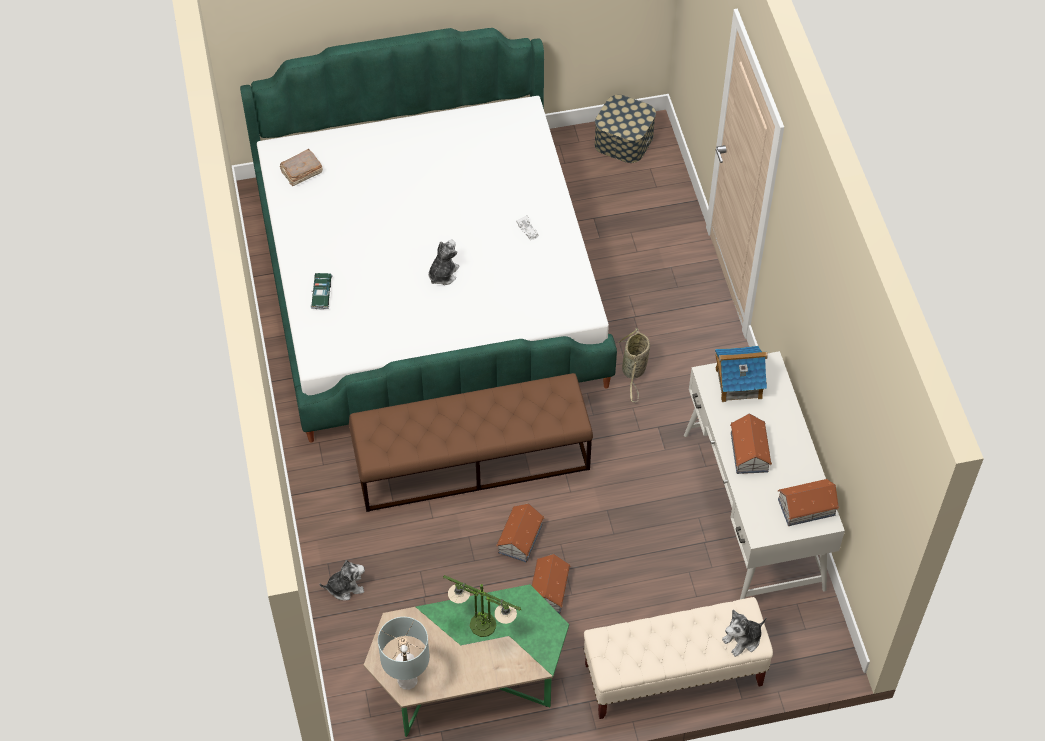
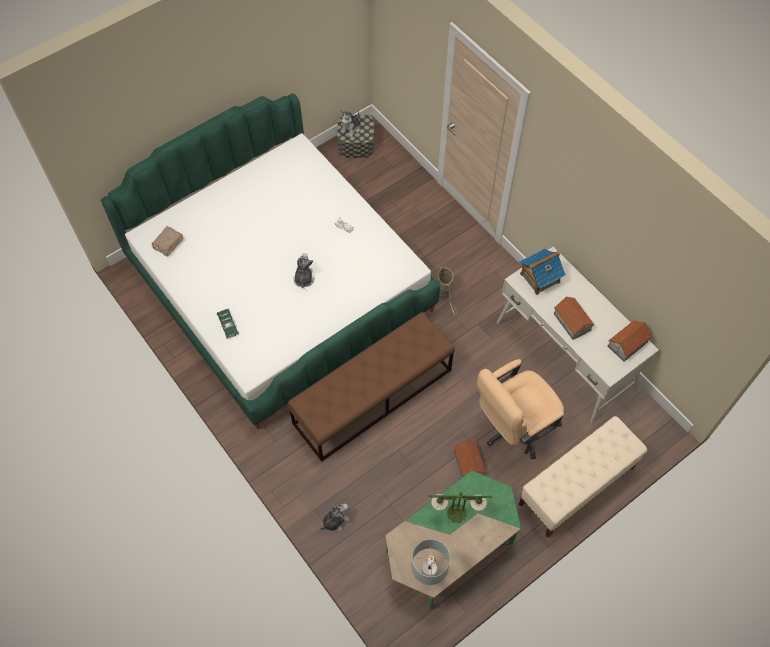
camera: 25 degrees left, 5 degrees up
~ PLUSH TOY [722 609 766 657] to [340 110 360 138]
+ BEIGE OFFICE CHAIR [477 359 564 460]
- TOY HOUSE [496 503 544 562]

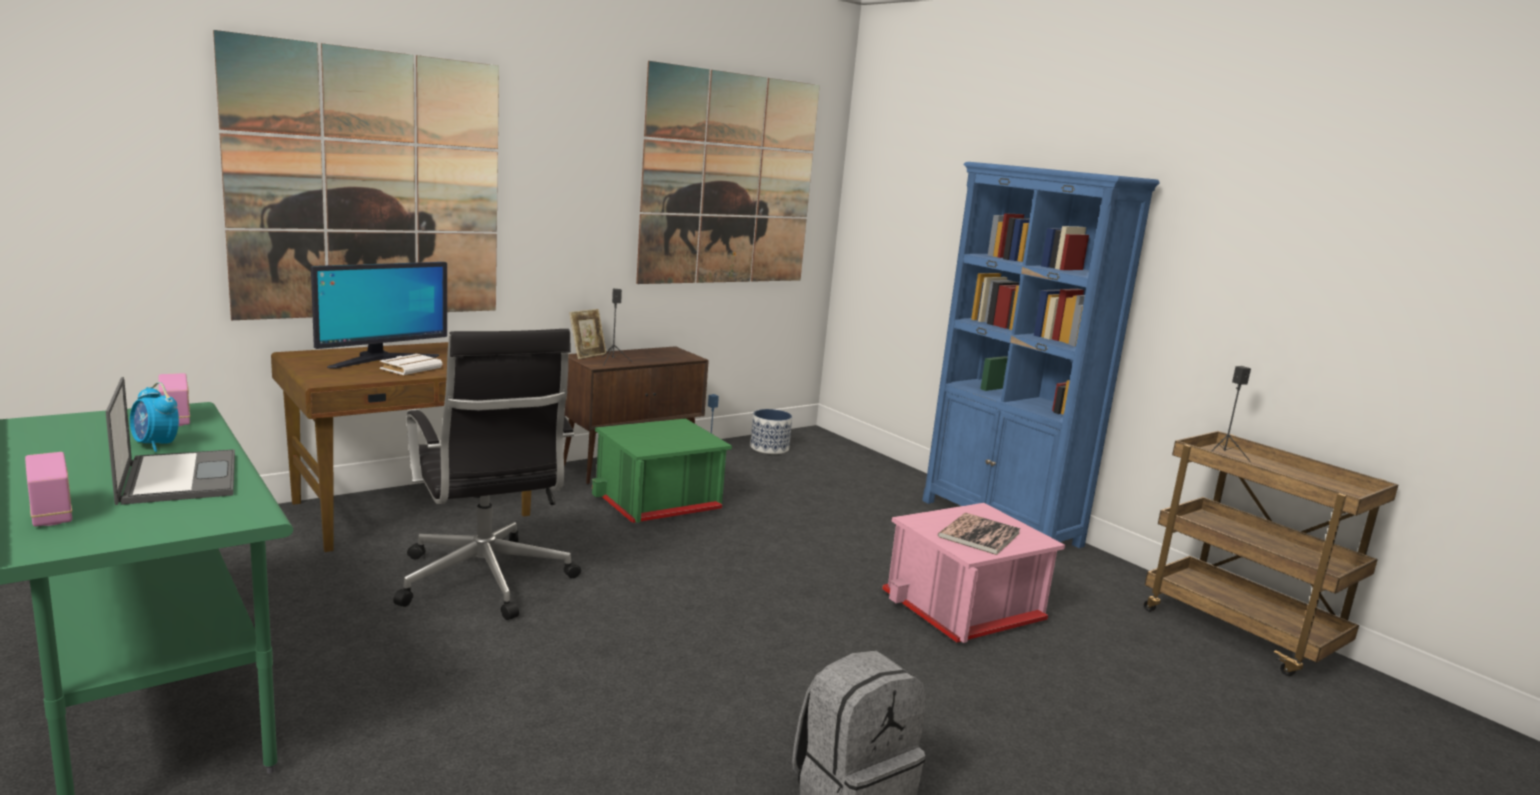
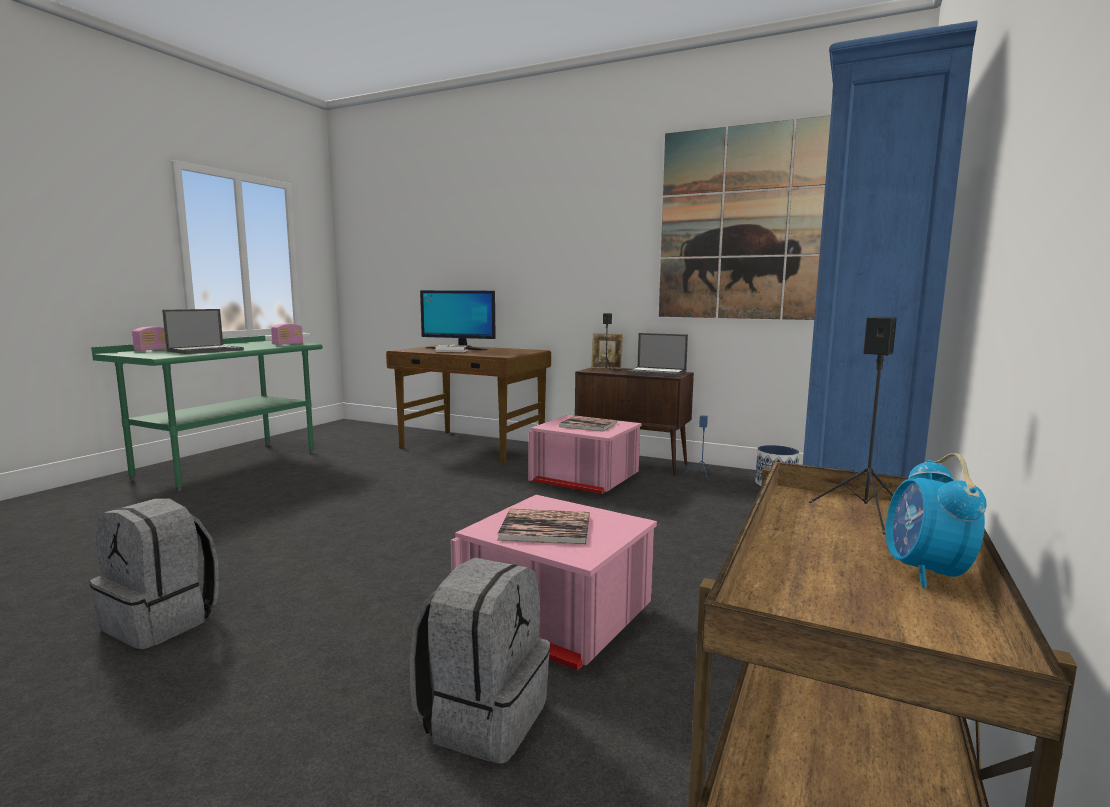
camera: 65 degrees right, 5 degrees down
+ GREY BACKPACK [410 558 550 764]
~ GREEN STORAGE BOX [591 418 732 523] to PINK STORAGE BOX [529 415 642 494]
+ BOOK [558 416 617 431]
+ LAPTOP [626 333 688 377]
~ ALARM CLOCK [130 382 179 452] to [885 453 986 588]
- PICTURE [213 30 499 320]
- BLACK OFFICE CHAIR [393 329 581 620]

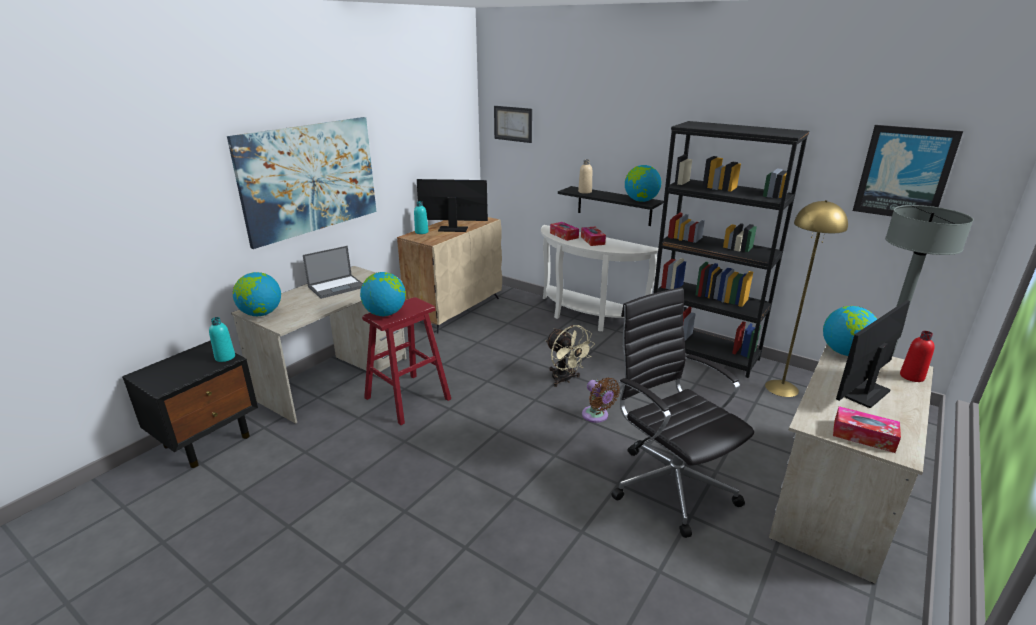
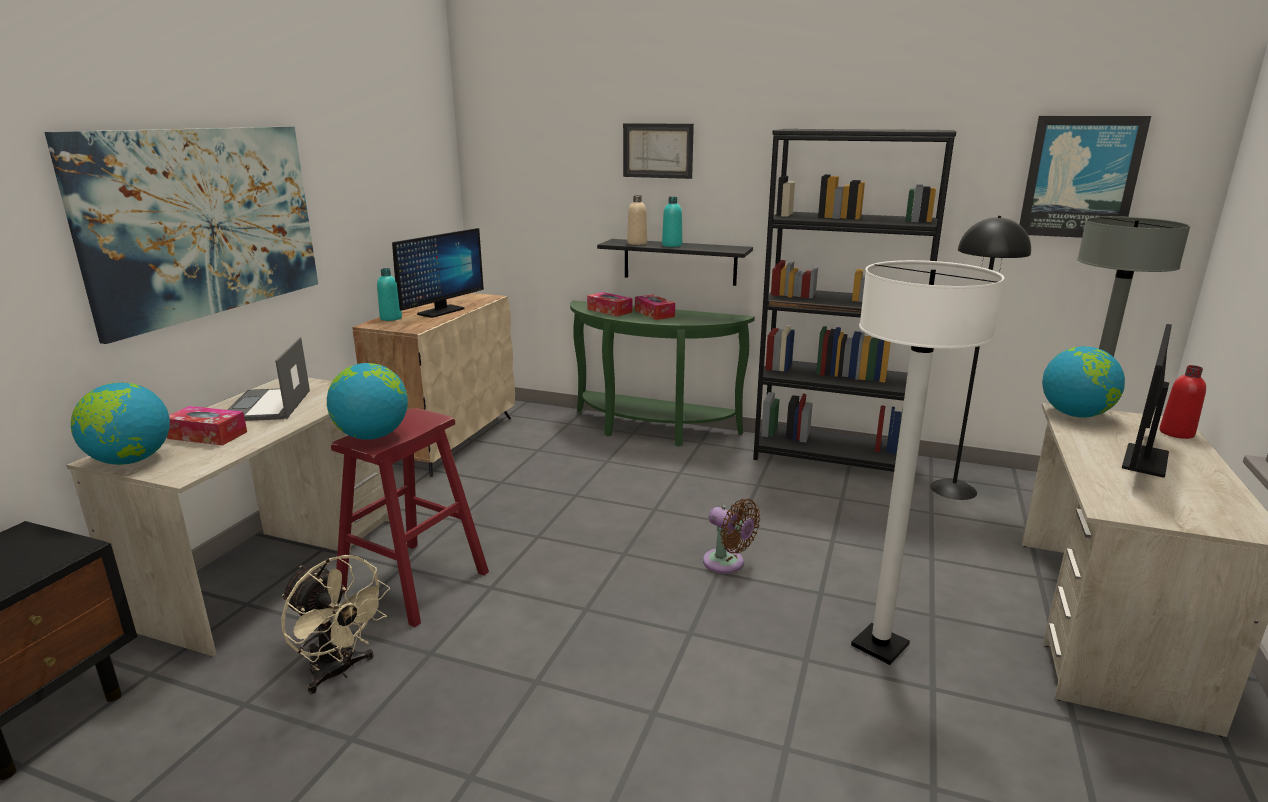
camera: 15 degrees left, 5 degrees down
~ TISSUE BOX [833 406 901 453] to [167 406 247 445]
~ LAPTOP [303 246 363 299] = [227 337 310 421] 135 degrees clockwise
~ BEIGE FAN [545 325 595 387] to [281 555 390 694]
~ MONITOR [417 179 488 232] = [392 228 484 318] 135 degrees clockwise
~ WHITE CONSOLE TABLE [541 225 658 332] to GREEN CONSOLE TABLE [570 301 755 446]
~ PICTURE [494 106 532 143] to [623 123 694 179]
~ TURQUOISE BOTTLE [209 317 235 362] to [662 197 682 247]
~ BLACK OFFICE CHAIR [611 287 754 538] to WHITE FLOOR LAMP [851 260 1005 665]
~ YELLOW FLOOR LAMP [765 200 848 397] to BLACK FLOOR LAMP [930 216 1031 500]
- GLOBE [625 165 662 202]

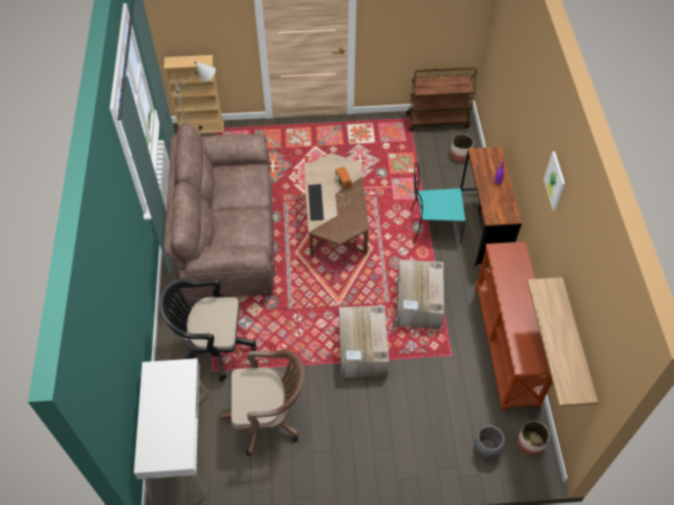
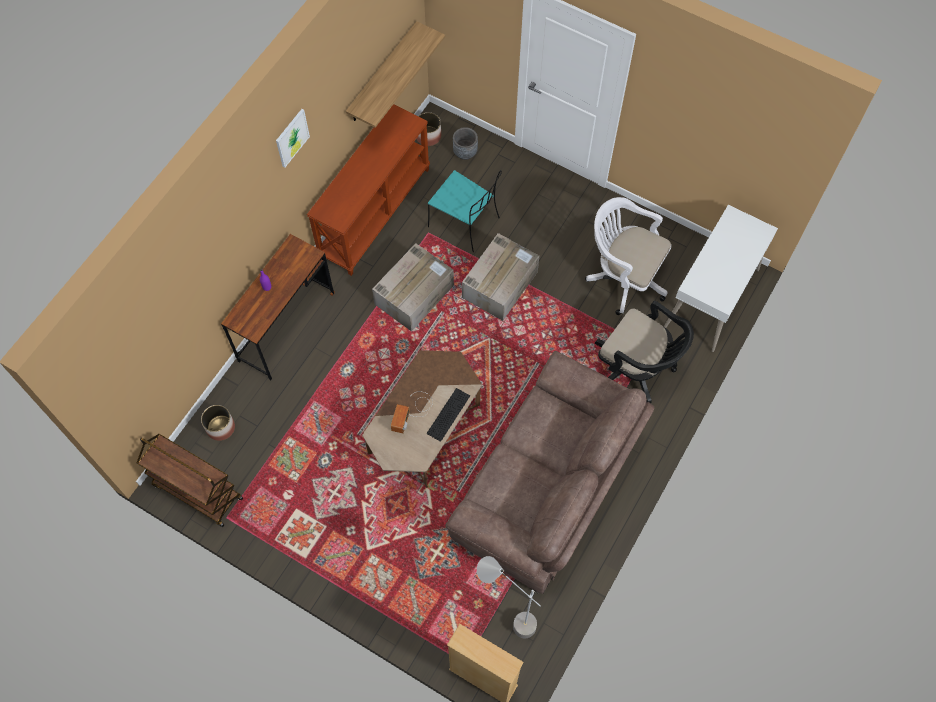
camera: 145 degrees left, 10 degrees up
~ TURQUOISE CHAIR [410 163 465 244] to [428 170 502 252]
~ BROWN OFFICE CHAIR [221 349 304 456] to WHITE OFFICE CHAIR [585 197 671 315]

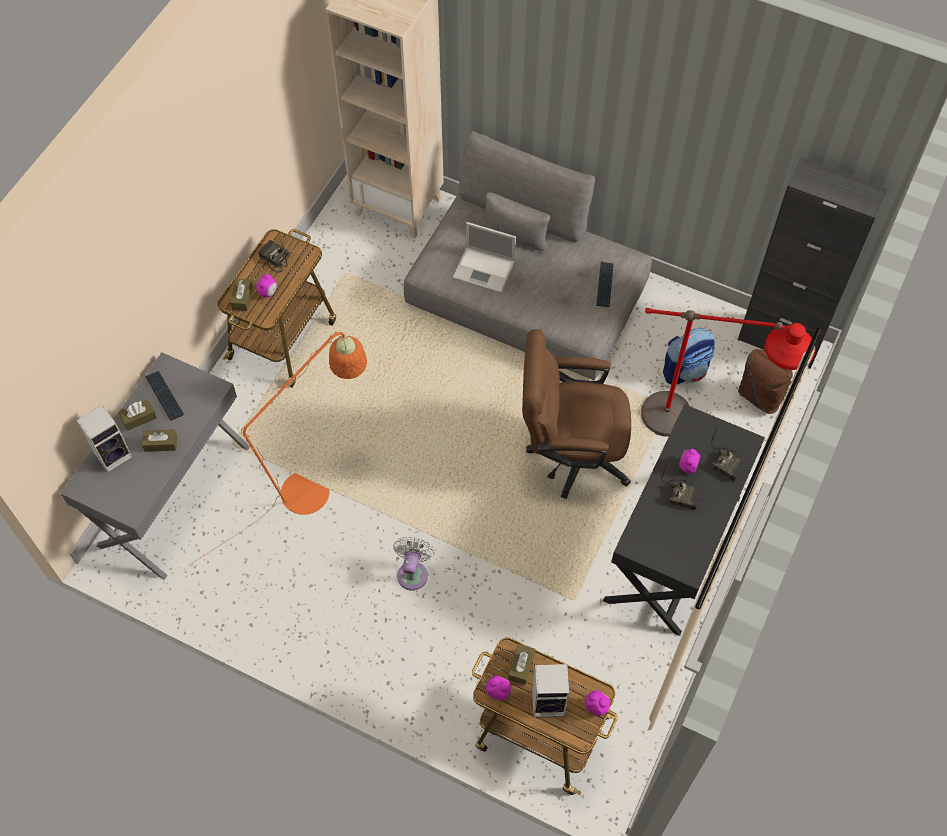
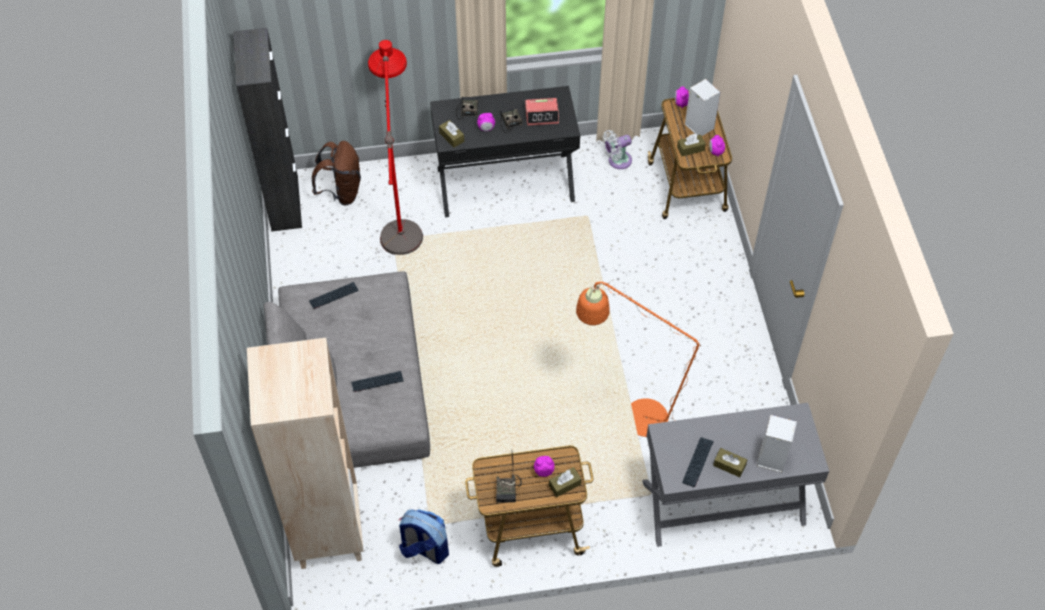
camera: 125 degrees left, 5 degrees down
~ LAPTOP [453 222 516 293] to KEYBOARD [351 371 404 392]
~ BACKPACK [663 328 715 385] to [399 509 449 564]
~ BROWN TISSUE BOX [142 430 177 452] to [439 120 464 147]
+ ALARM CLOCK [525 98 559 125]
~ WHITE FAN [393 537 435 591] to [603 130 632 169]
- BROWN OFFICE CHAIR [522 329 631 499]

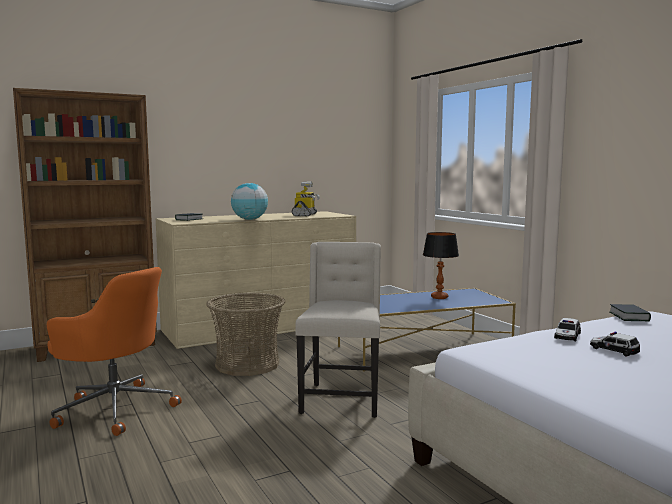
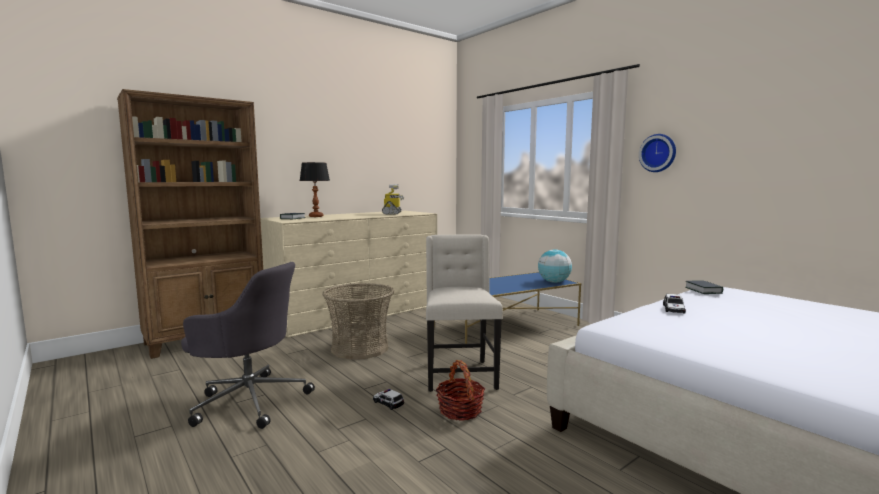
camera: 10 degrees left, 0 degrees up
~ ORANGE OFFICE CHAIR [47 267 182 436] to GREY OFFICE CHAIR [181 262 315 429]
~ TABLE LAMP [423 232 459 299] to [300 162 330 217]
~ TOY CAR [590 331 640 357] to [373 389 404 410]
+ BASKET [436 360 485 421]
~ GLOBE [231 183 268 220] to [538 249 572 283]
+ WALL CLOCK [639 134 676 172]

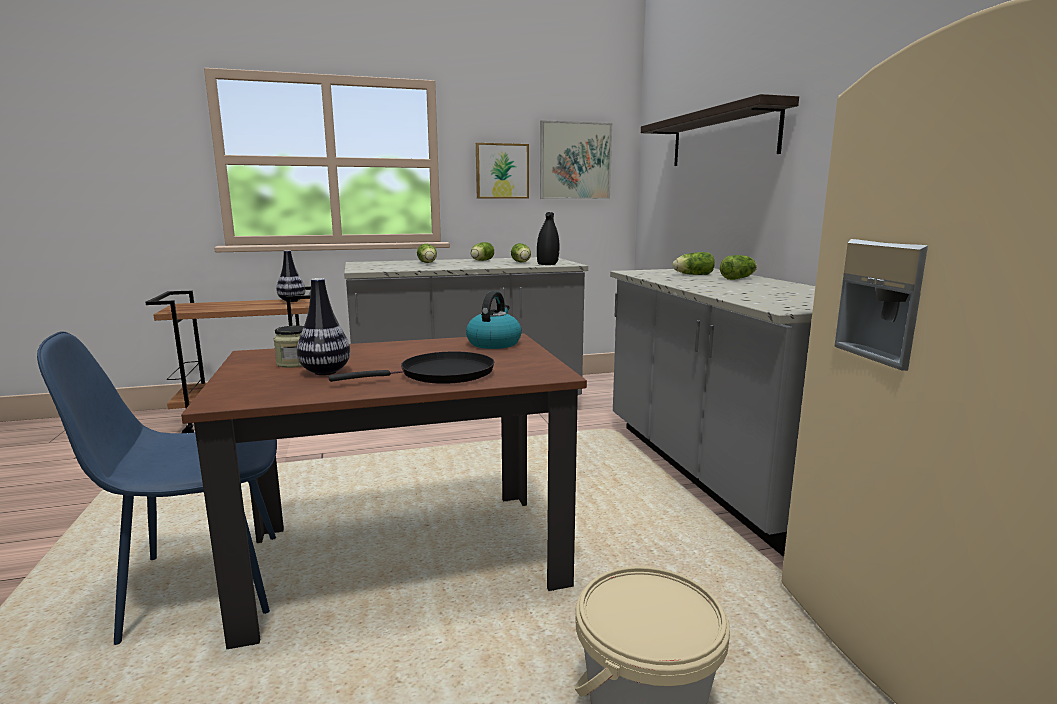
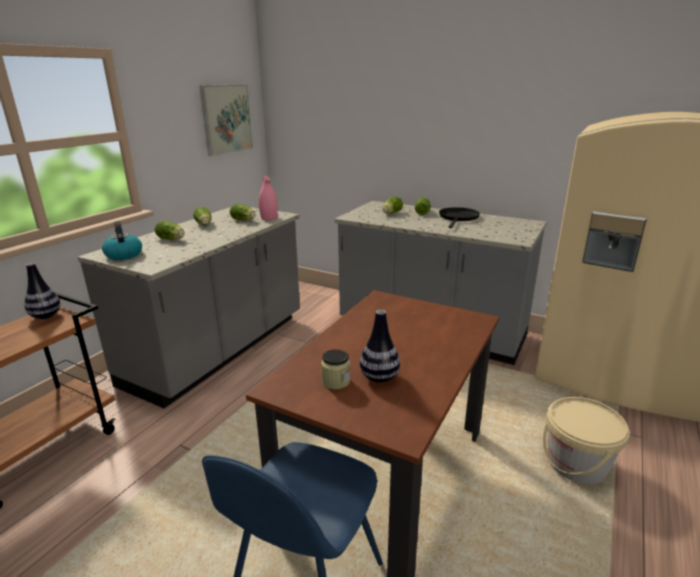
camera: 45 degrees left, 10 degrees up
~ KETTLE [466 291 522 349] to [102 221 142 260]
~ BLACK VASE [537 212 560 265] to PINK VASE [259 176 278 221]
~ BLACK FRYING PAN [329 352 494 384] to [439 207 480 228]
- PICTURE [476 143 529 199]
- SHELF [641 94 799 166]

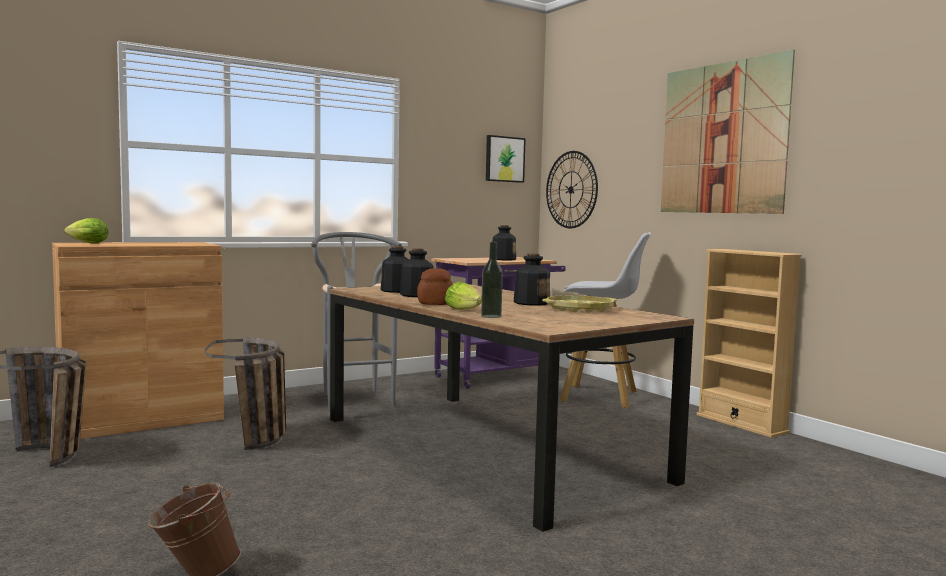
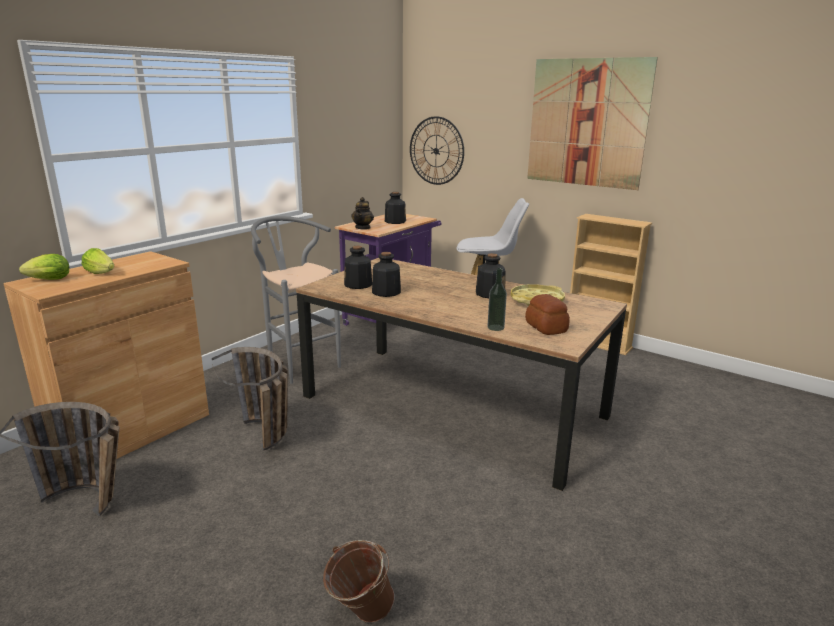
camera: 20 degrees left, 15 degrees up
~ LETTUCE [445 282 482 310] to [82 248 114 274]
+ TEAPOT [351 197 374 230]
~ BREAD [417 268 453 305] to [525 294 570 335]
- PICTURE [486 135 526 183]

